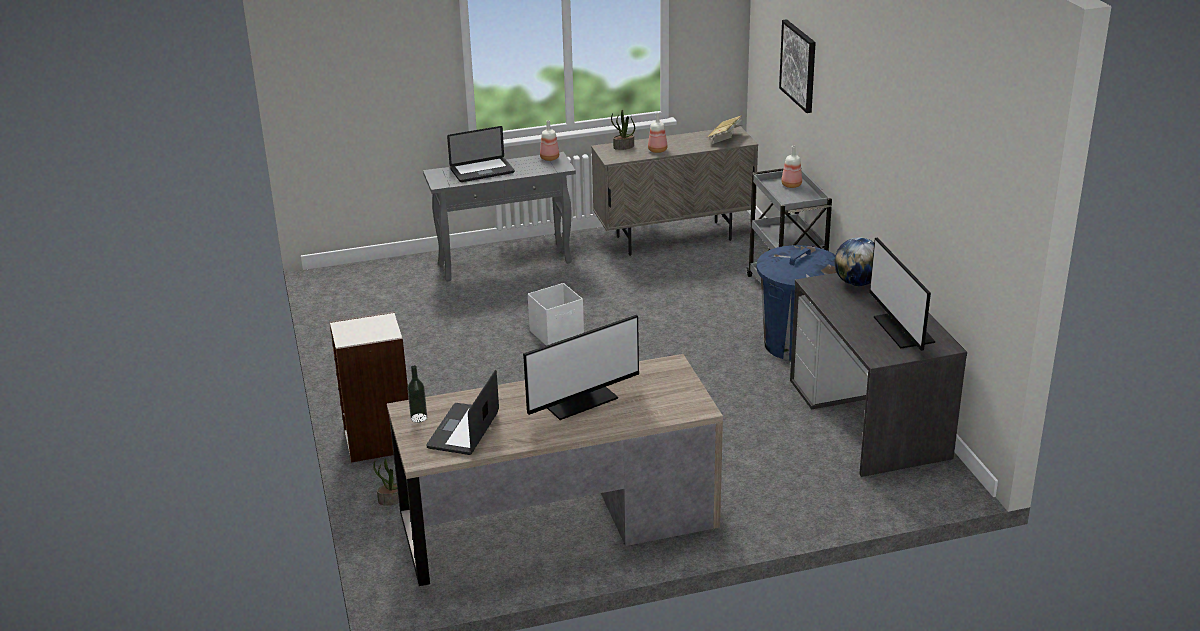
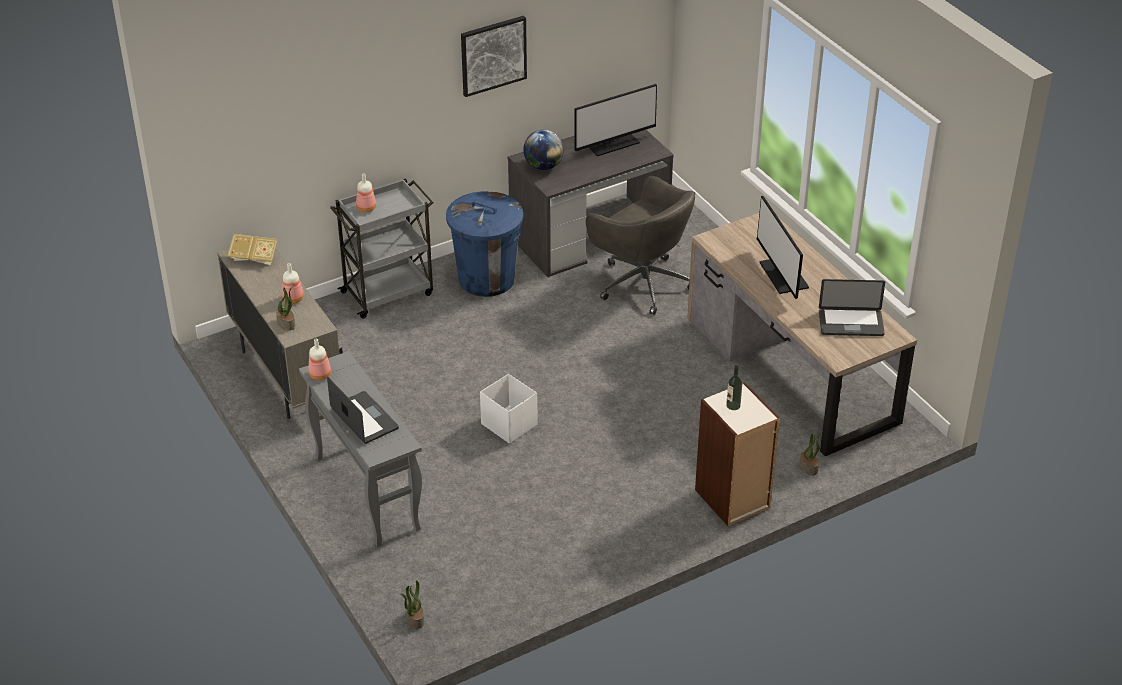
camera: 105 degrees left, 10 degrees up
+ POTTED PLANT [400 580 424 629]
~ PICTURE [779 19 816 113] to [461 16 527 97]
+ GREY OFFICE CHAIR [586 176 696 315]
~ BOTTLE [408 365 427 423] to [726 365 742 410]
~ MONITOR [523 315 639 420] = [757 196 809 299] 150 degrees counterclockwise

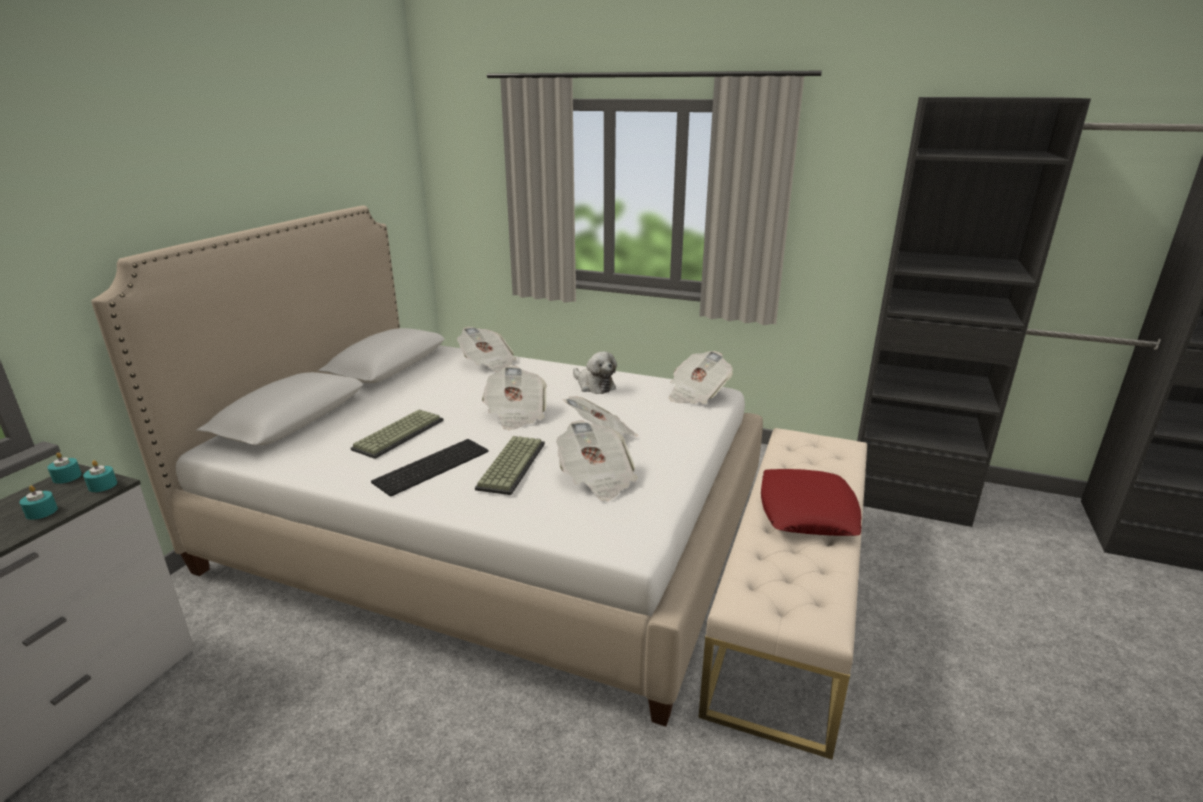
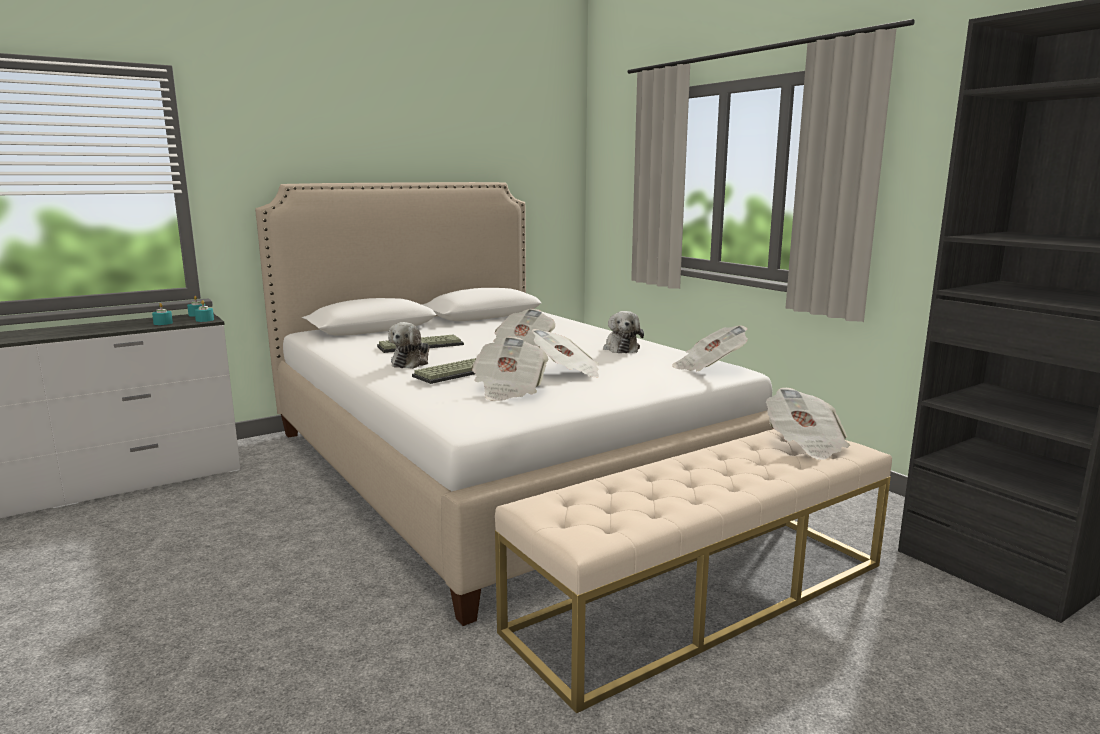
camera: 35 degrees right, 10 degrees down
~ KEYBOARD [371 439 489 496] to PLUSH TOY [388 322 430 369]
~ NEWSPAPER [457 327 517 373] to [766 388 850 460]
- RED PILLOW [761 469 862 536]

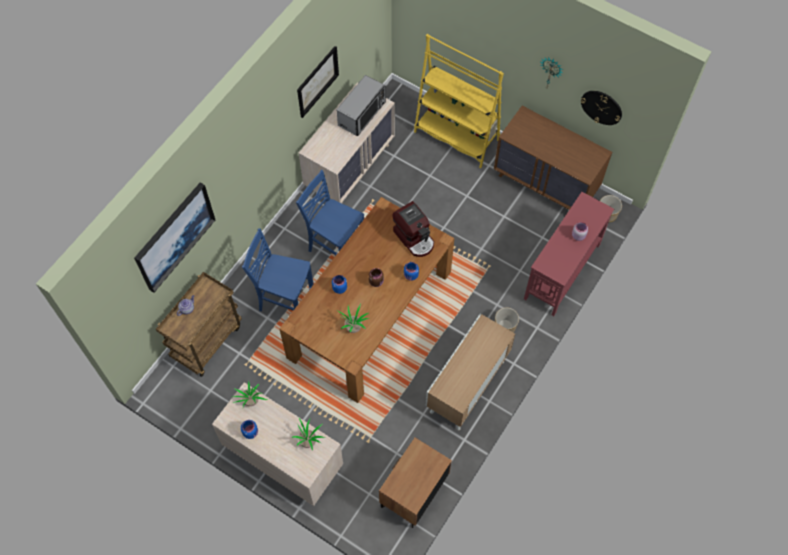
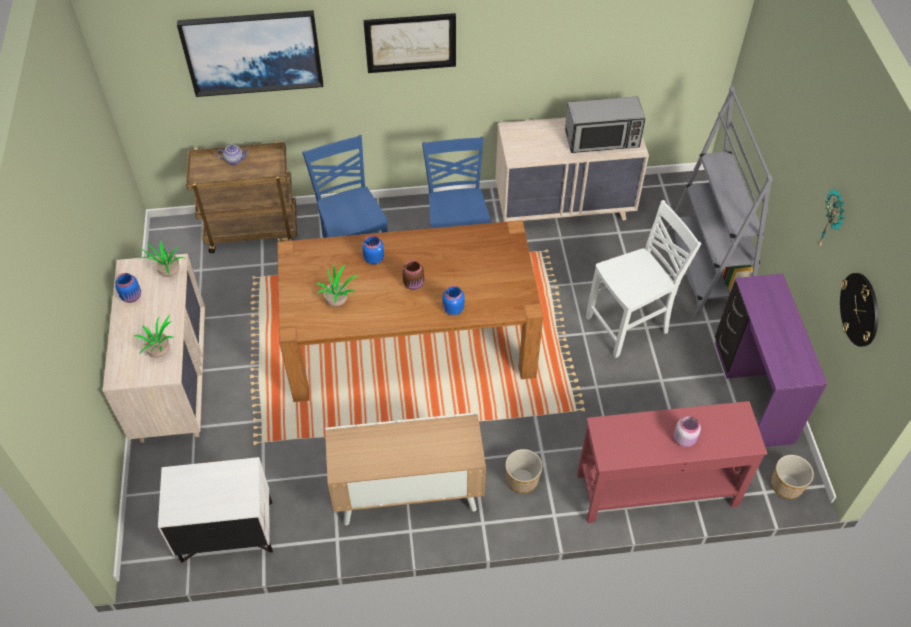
camera: 50 degrees right, 10 degrees down
~ BROWN NIGHTSTAND [379 438 452 528] to WHITE NIGHTSTAND [158 457 273 563]
~ PICTURE [297 46 339 118] to [363 13 456 73]
+ WHITE CHAIR [586 200 701 358]
~ YELLOW BOOKCASE [414 34 504 168] to GREY BOOKCASE [667 86 773 316]
~ BROWN DRESSER [494 106 612 210] to PURPLE DESK [715 273 827 447]
- COFFEE MACHINE [392 201 434 257]

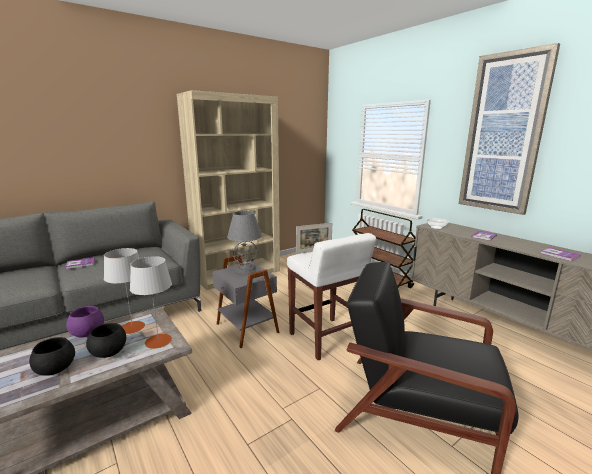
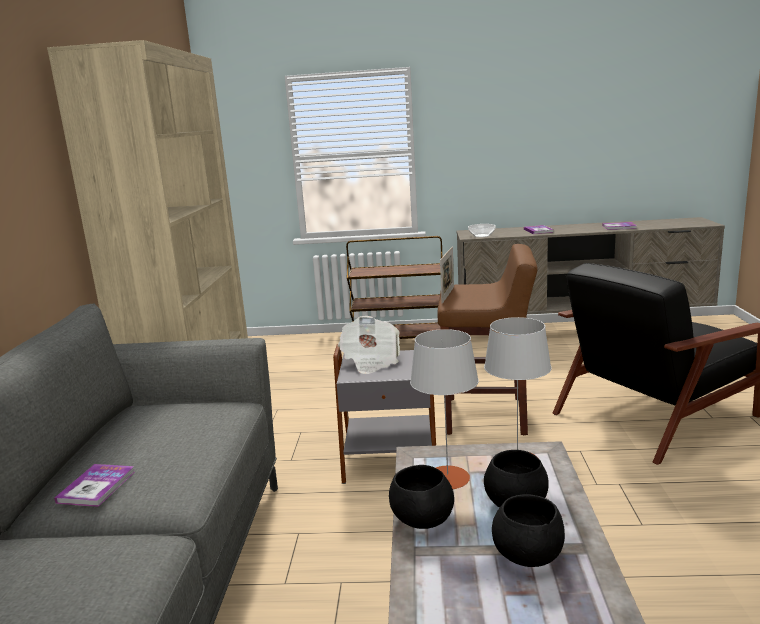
camera: 50 degrees left, 0 degrees up
~ GREY TABLE LAMP [227 211 262 274] to NEWSPAPER [338 316 400 374]
~ PURPLE BOWL [66 306 104 337] to BLACK BOWL [389 465 454 529]
~ WHITE STOOL [287 233 376 361] to BROWN STOOL [438 244 537 435]
- PICTURE [459 43 560 215]

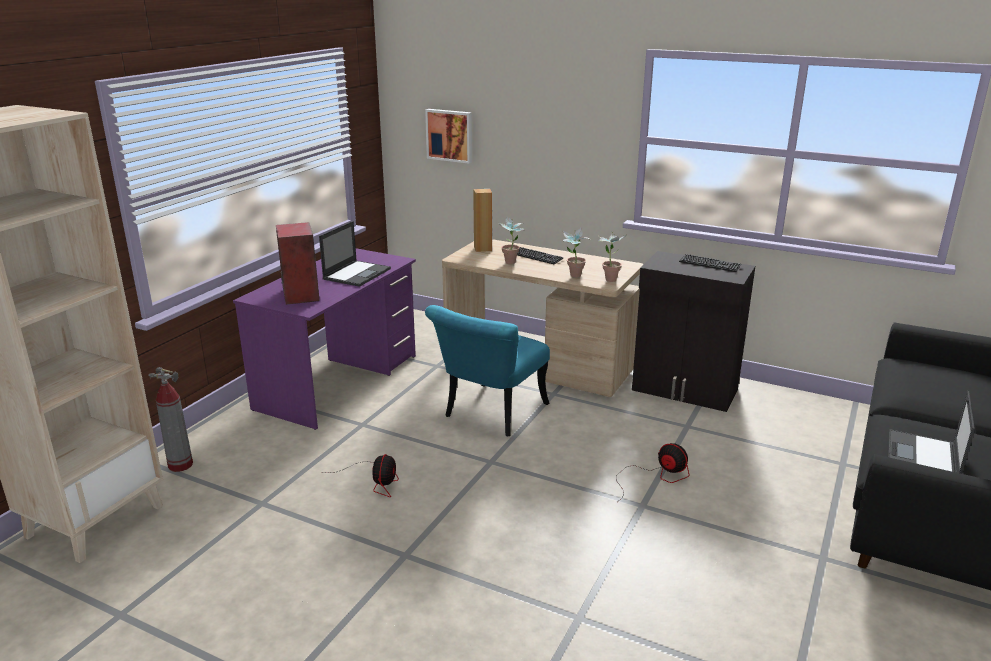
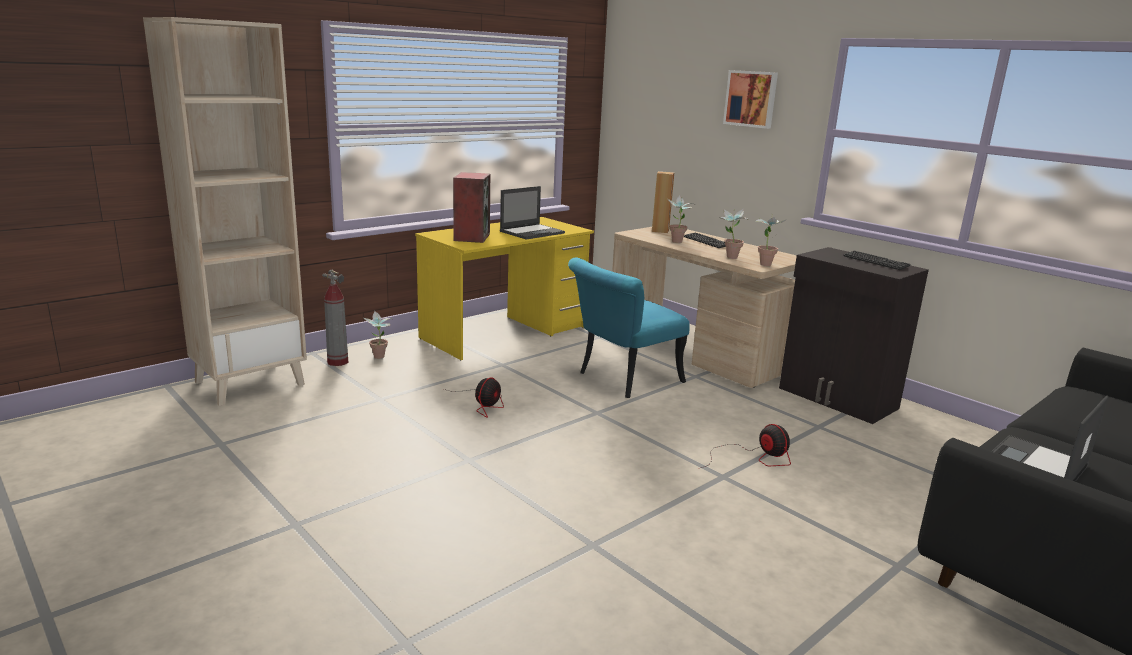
camera: 20 degrees right, 5 degrees down
+ POTTED PLANT [364 311 391 359]
~ PURPLE DESK [233 248 416 430] to YELLOW DESK [415 217 594 361]
~ PICTURE [425 109 472 164] to [723 70 778 129]

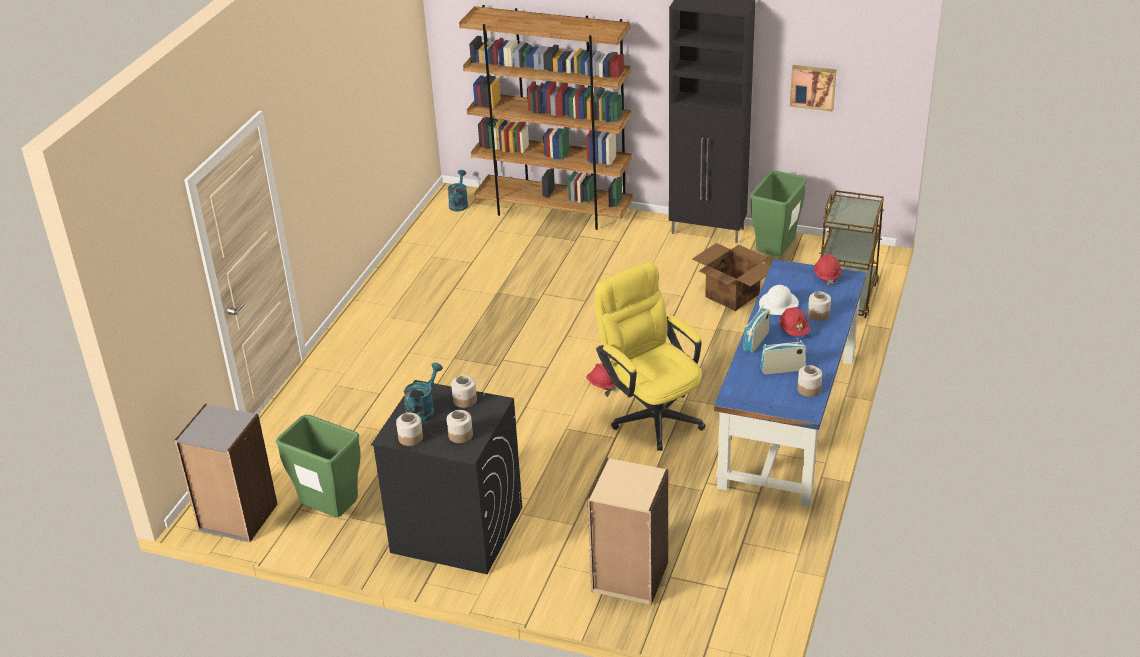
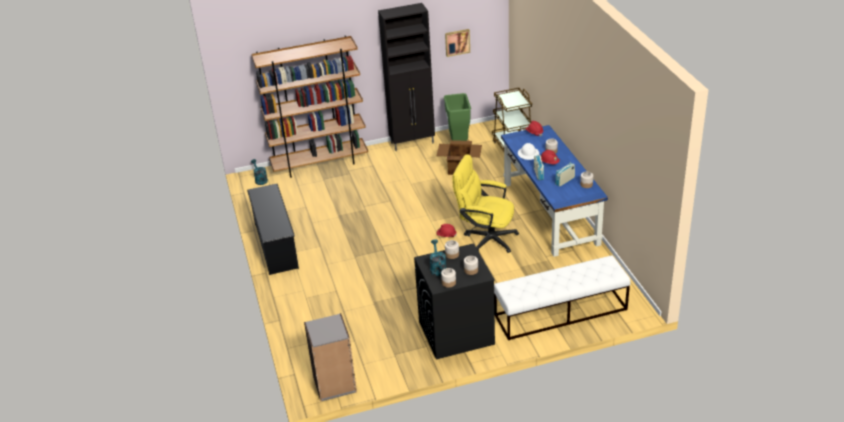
camera: 35 degrees left, 0 degrees up
+ BLACK SHOE RACK [247 184 299 275]
~ BEIGE BOOKCASE [587 458 668 605] to WHITE BENCH [494 255 631 340]
- GREEN TRASH CAN [275 415 361 517]

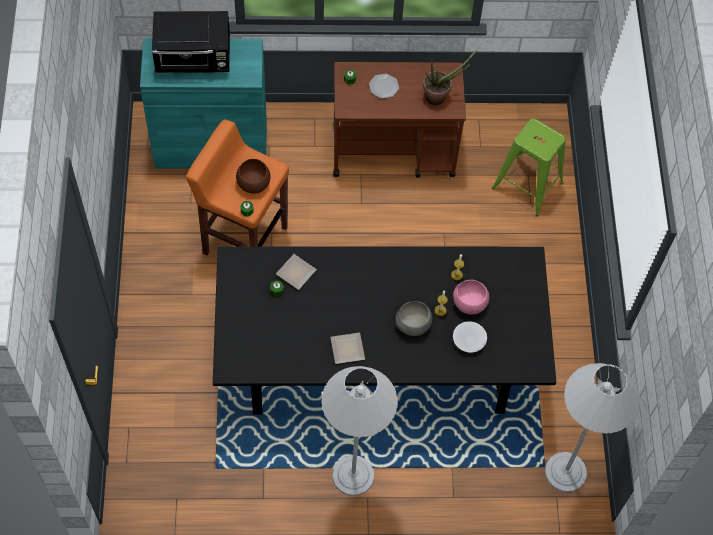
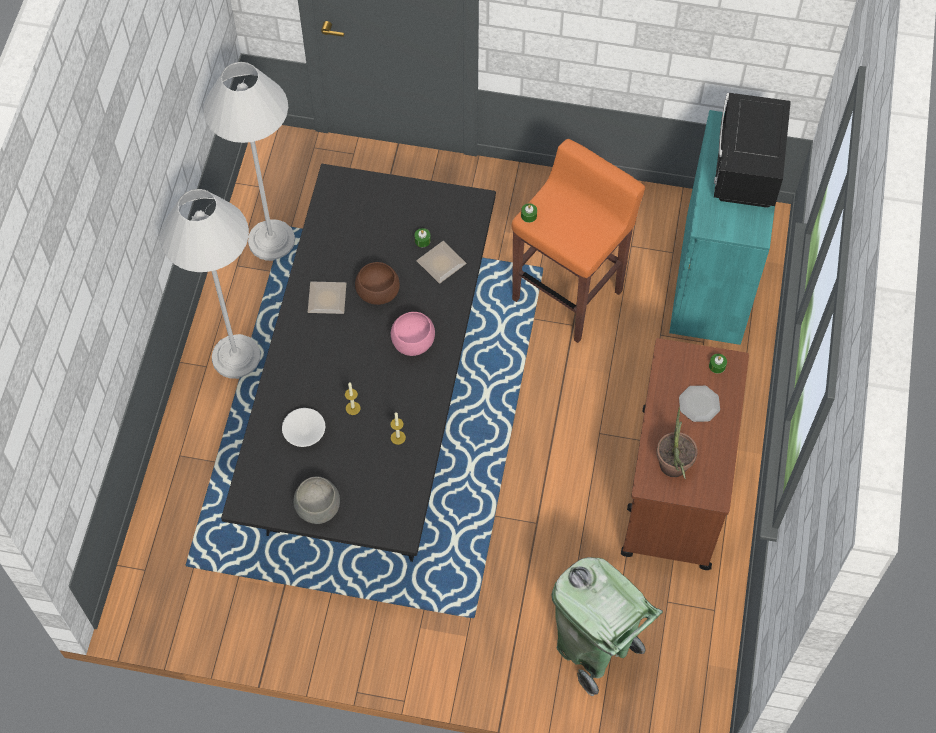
camera: 105 degrees right, 0 degrees up
~ WHITE FLOOR LAMP [545 363 640 493] to [203 62 295 261]
~ GREY BOWL [396 301 432 336] to [293 477 340 524]
~ BROWN BOWL [236 159 270 194] to [355 262 400 305]
~ PINK BOWL [453 280 489 314] to [391 312 435 356]
~ GREEN STOOL [492 118 566 216] to GREEN TRASH CAN [552 557 663 696]

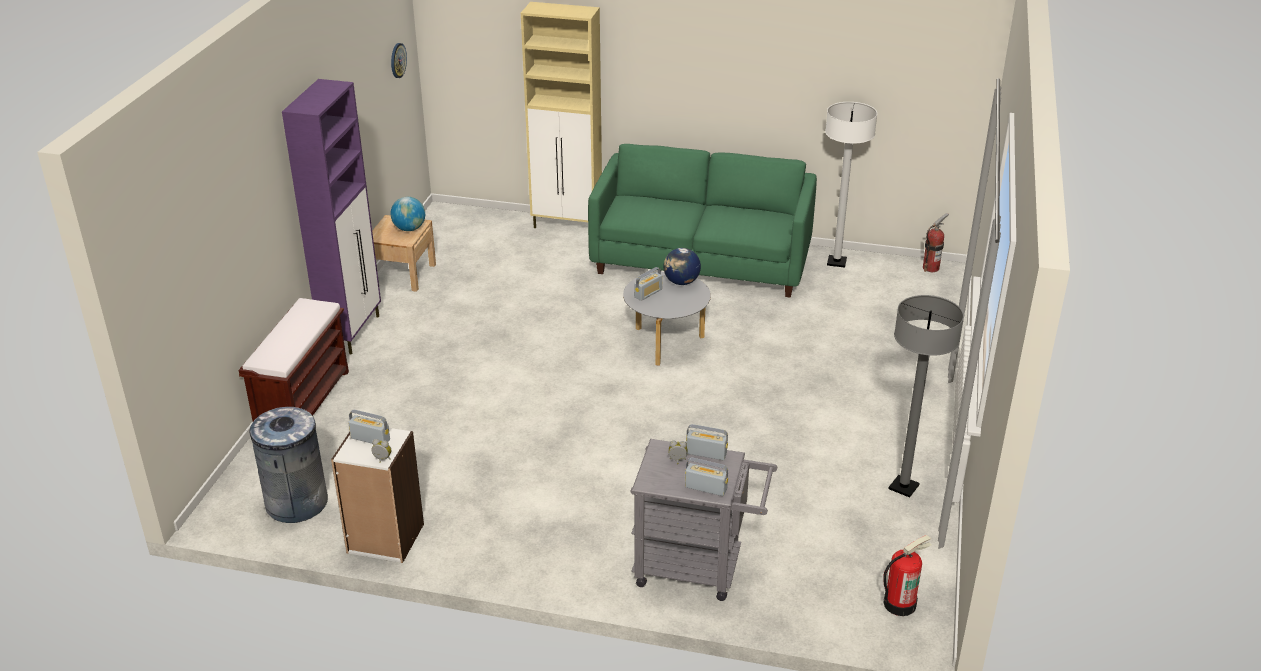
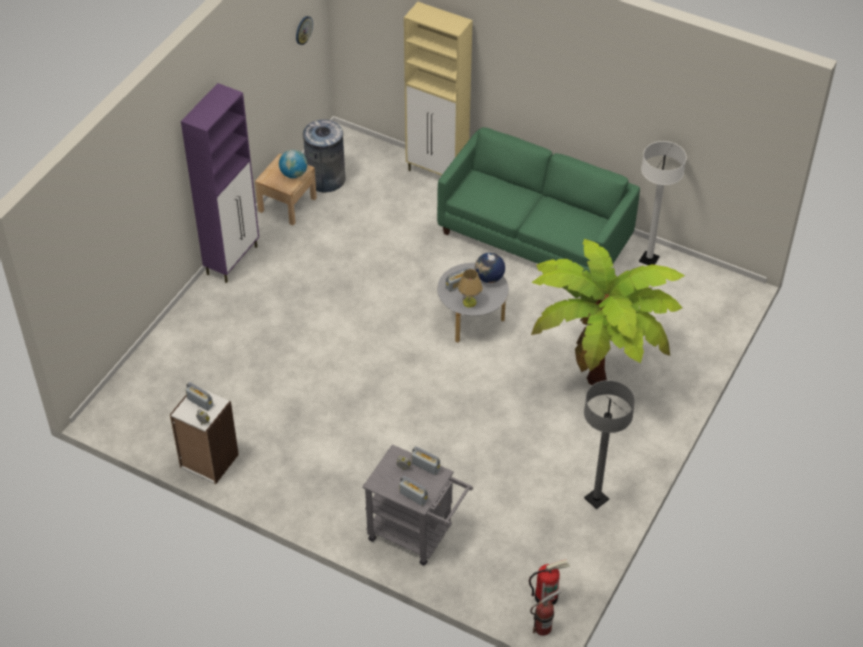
camera: 15 degrees right, 15 degrees up
~ GREY TRASH CAN [249 407 328 523] to [301 119 346 192]
+ TABLE LAMP [458 269 482 308]
~ FIRE EXTINGUISHER [923 213 949 272] to [530 589 562 636]
+ POTTED PLANT [531 239 685 385]
- BROWN BENCH [239 298 349 421]

